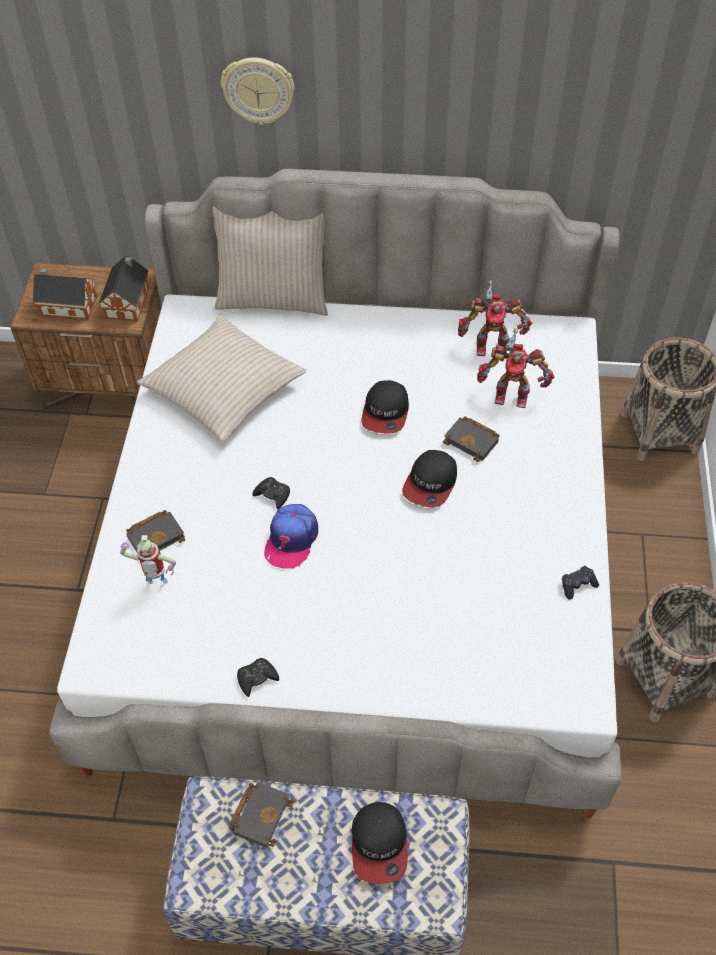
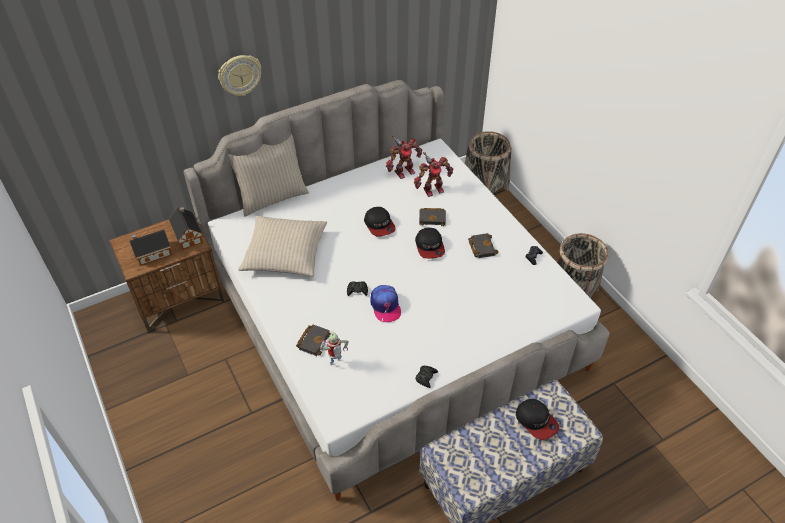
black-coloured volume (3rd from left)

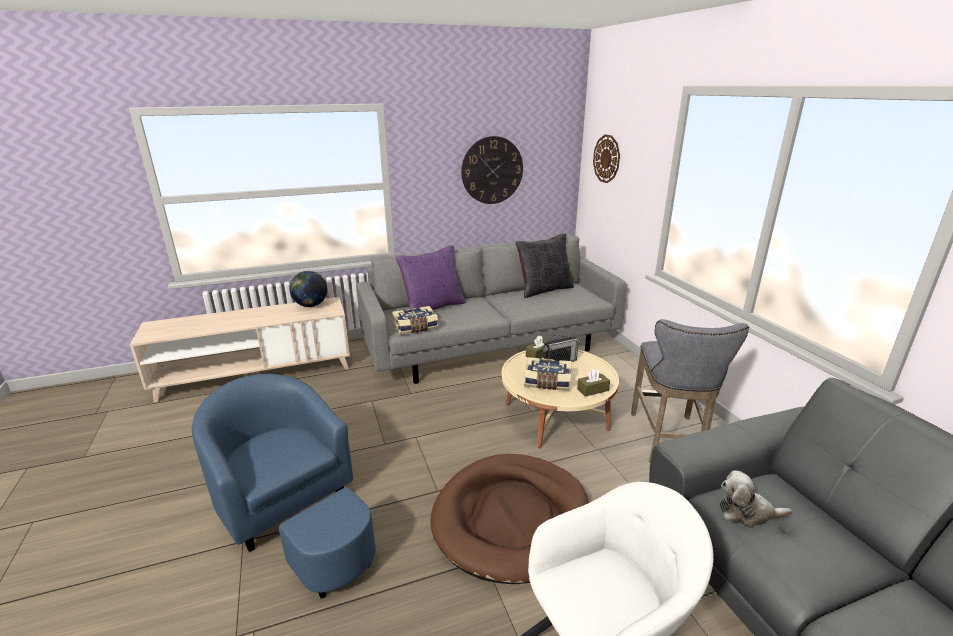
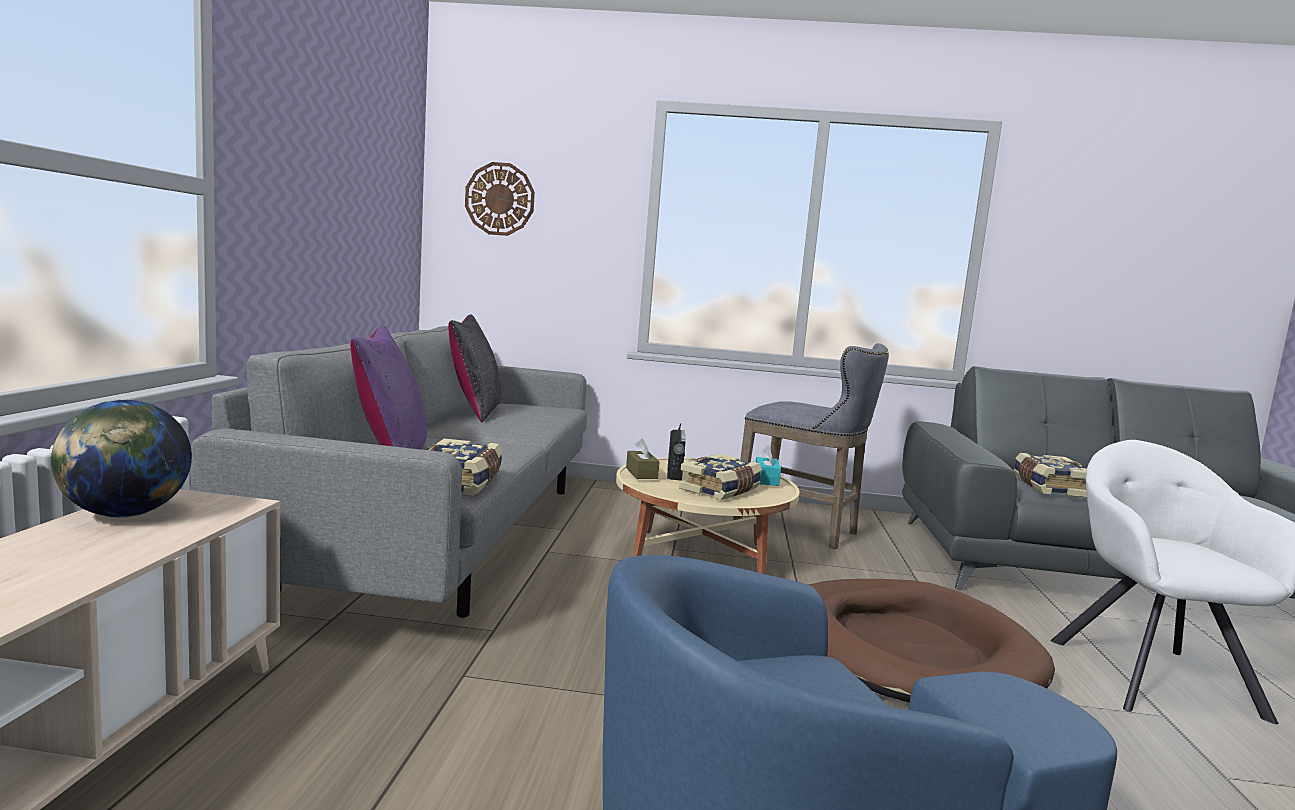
wall clock (1st from left in the first image)
blue-green box of tissues
volume (3rd from left)

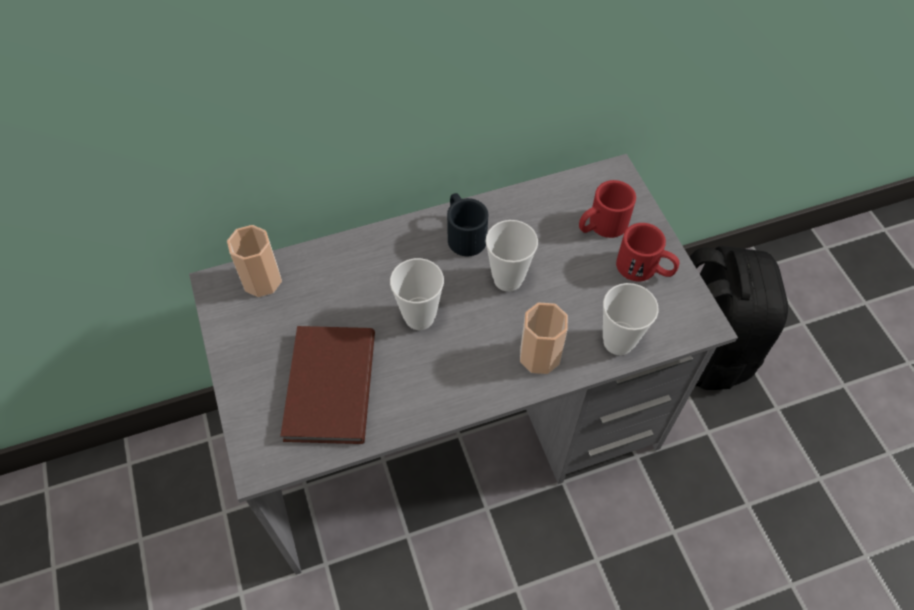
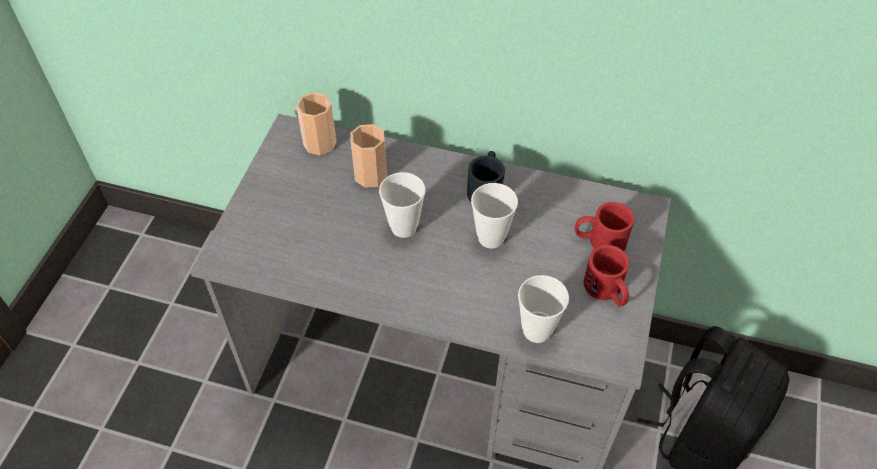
small cup (2nd from left)
brown volume

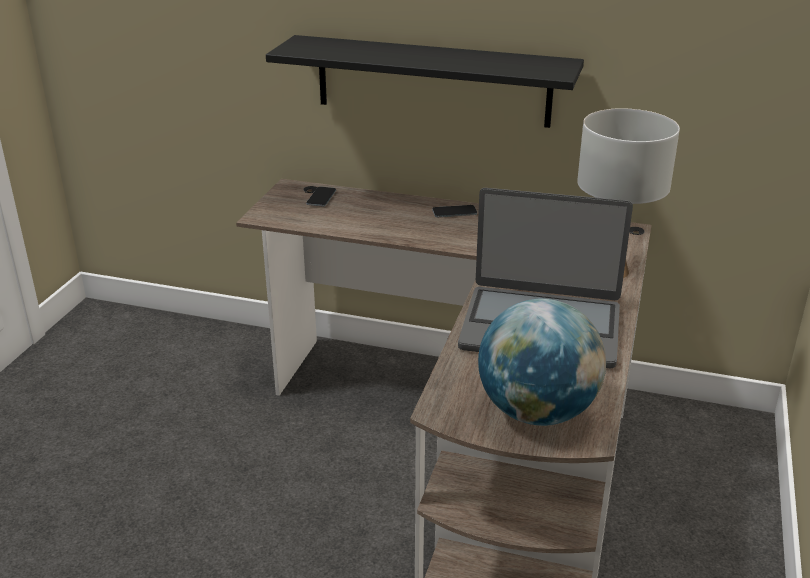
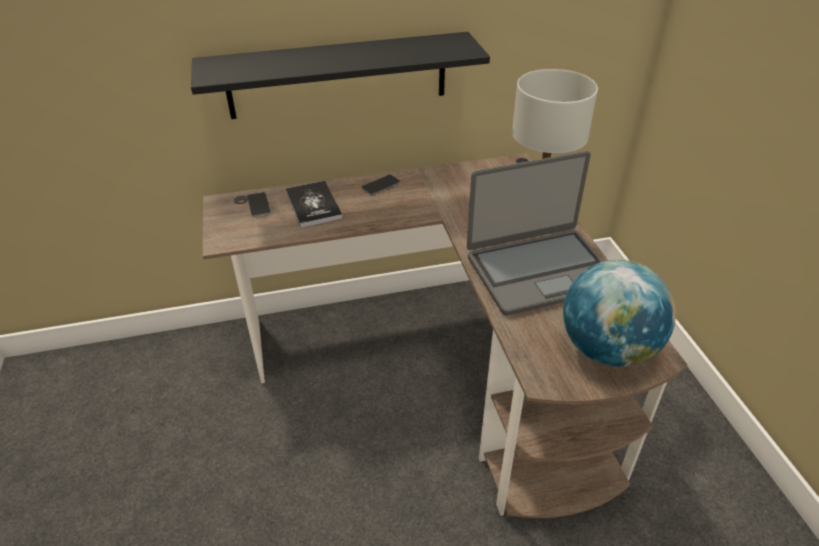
volume

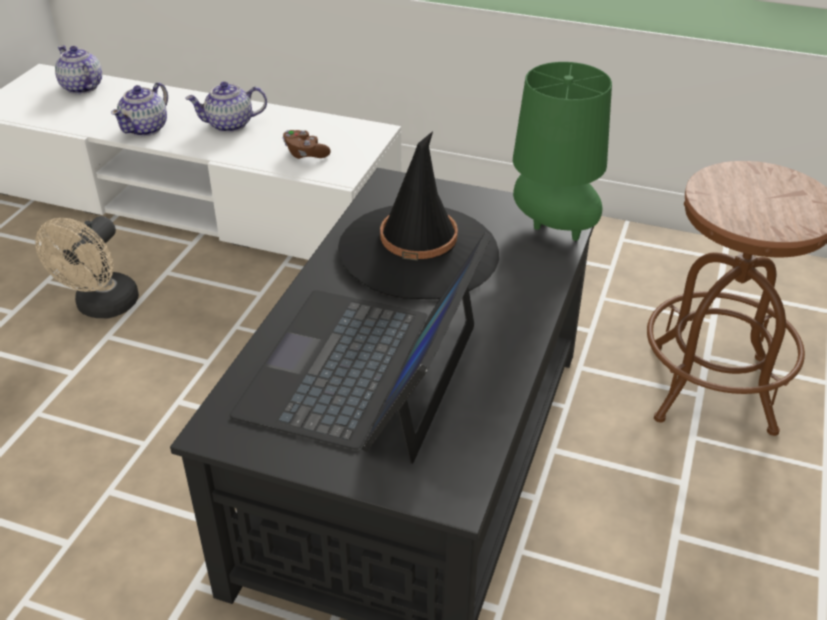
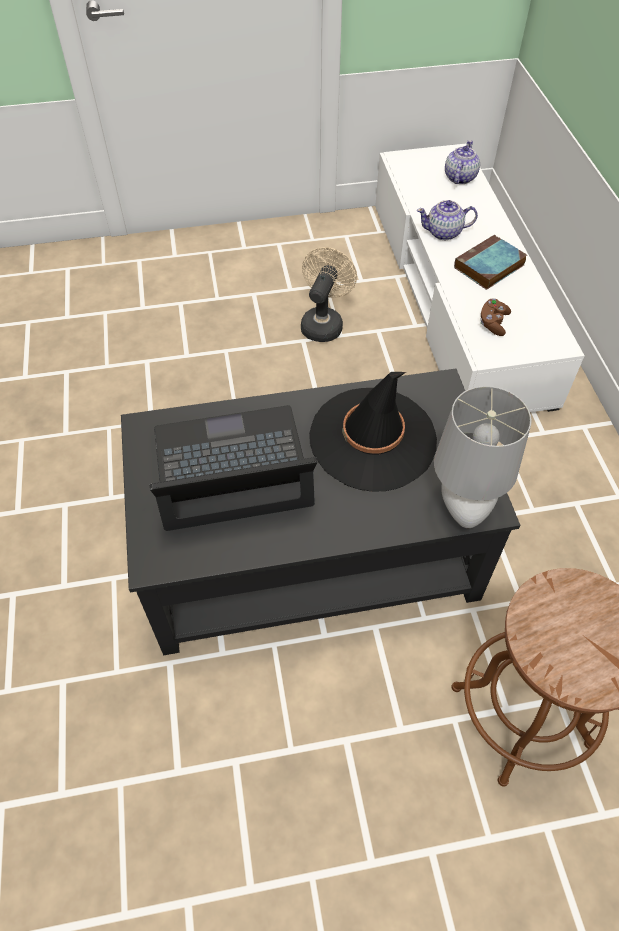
grey lamp for a table
volume
beige-coloured cooling fan

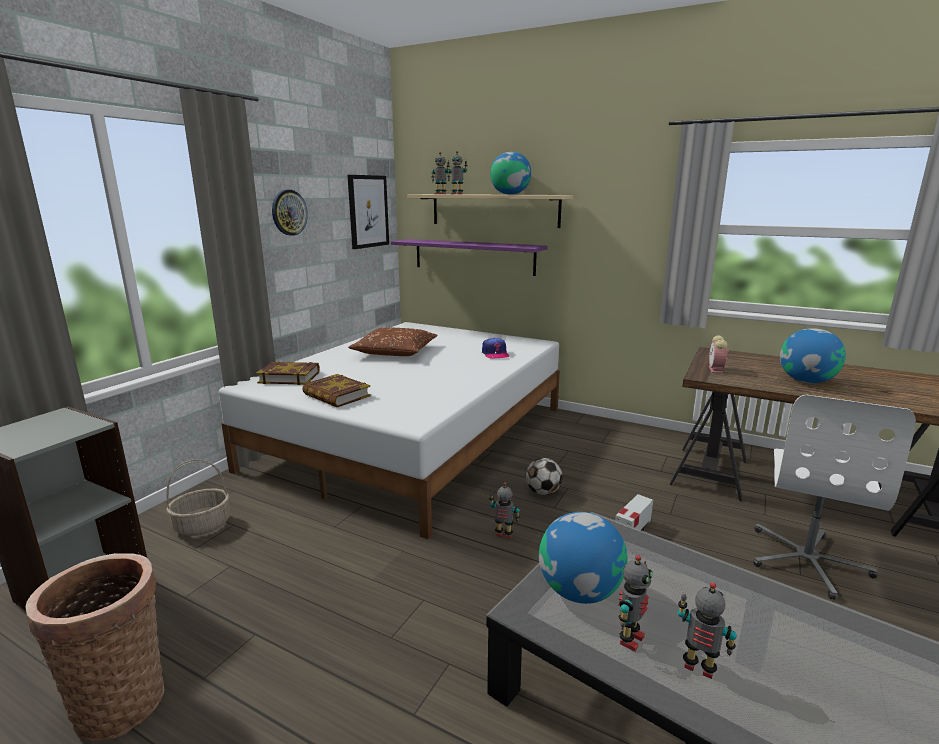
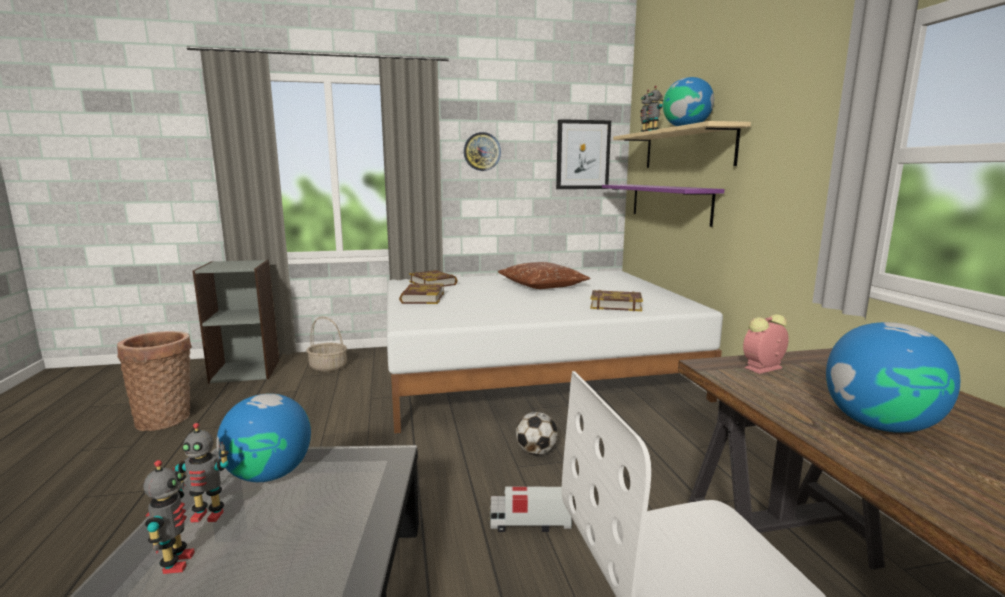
volume (3rd from left)
model robot (3rd from left in the first image)

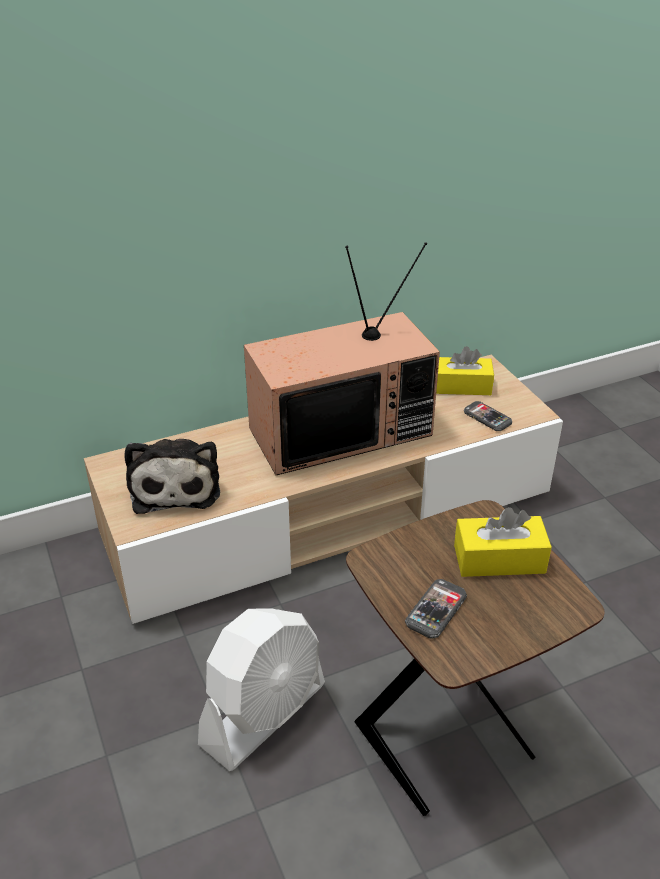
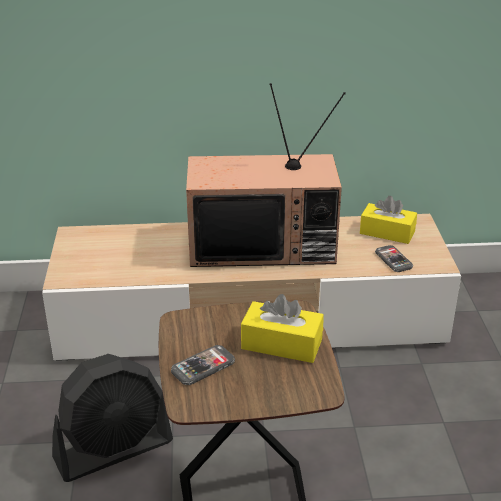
cuddly toy
black-coloured cooling fan

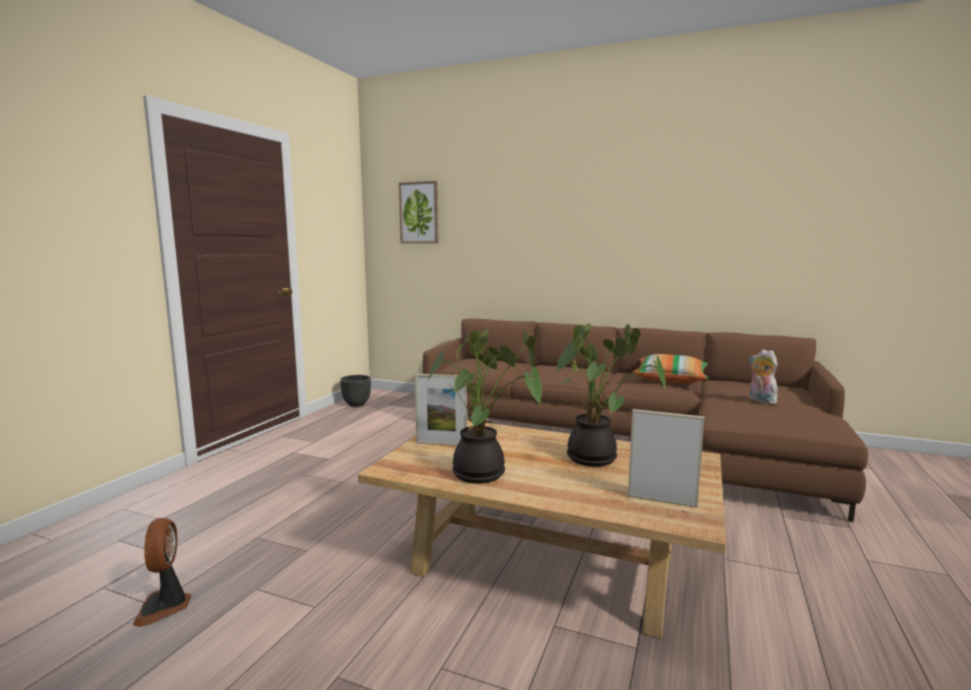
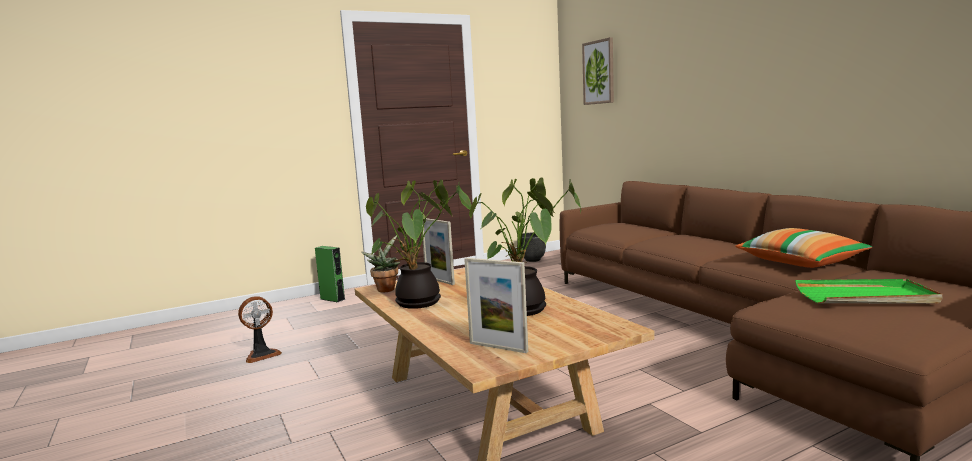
green carrying tray
standing frame (2nd from left)
cooling fan
houseplant (1st from left)
green speaker

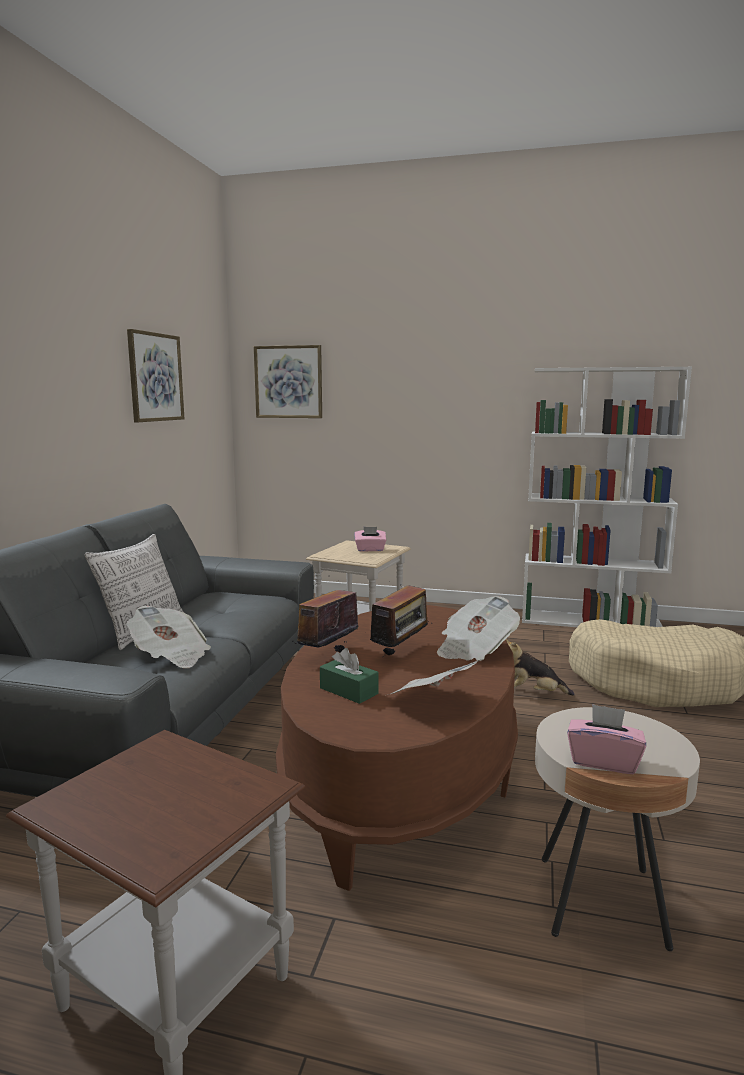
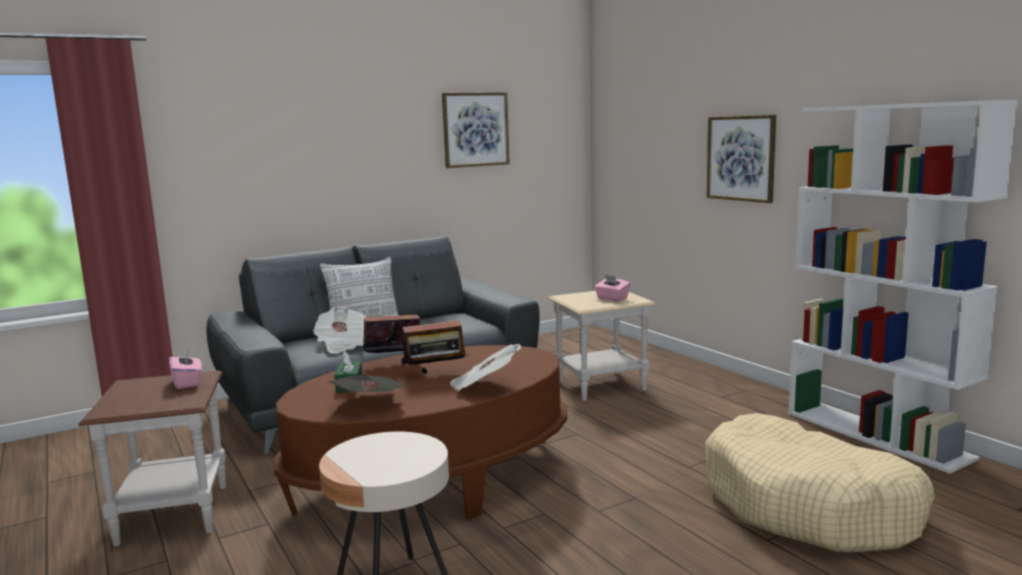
picture (2nd from left)
cuddly toy
pinkish box of tissues (1st from left)

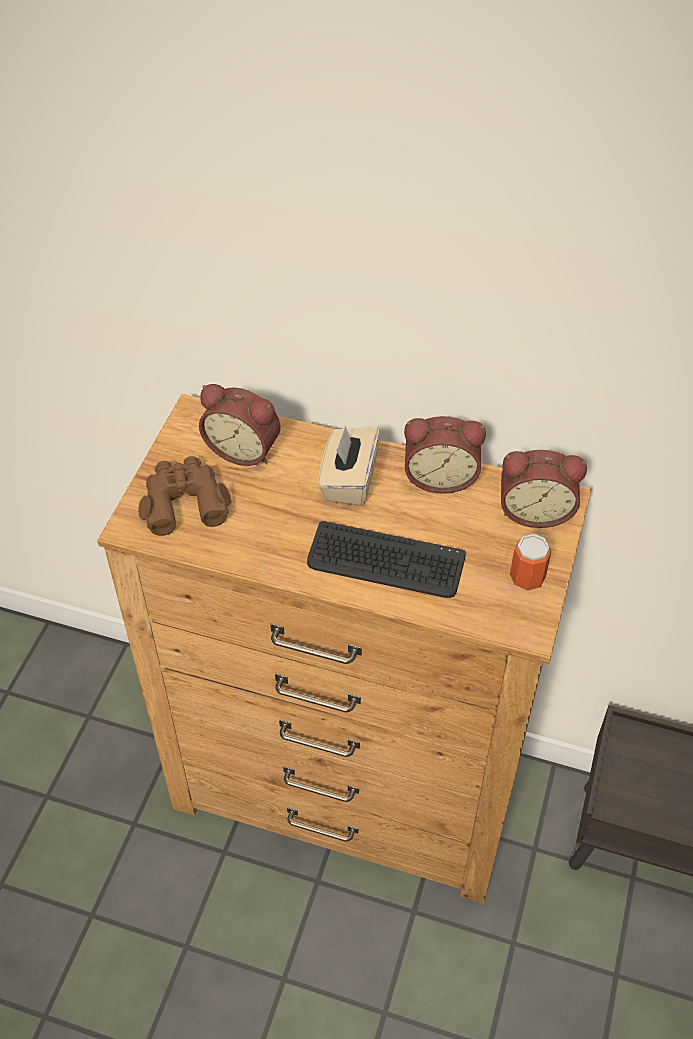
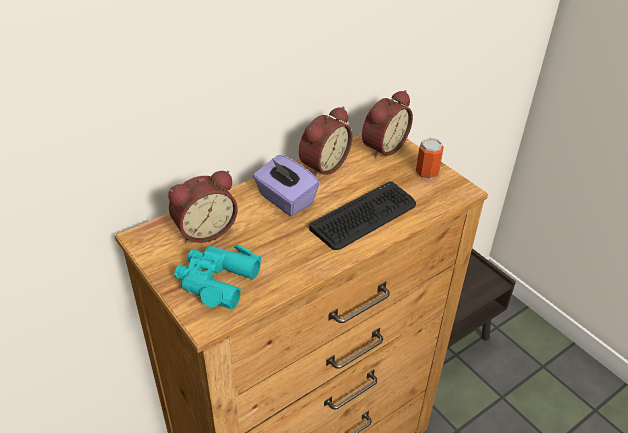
purplish box of tissues
blue-green binoculars

